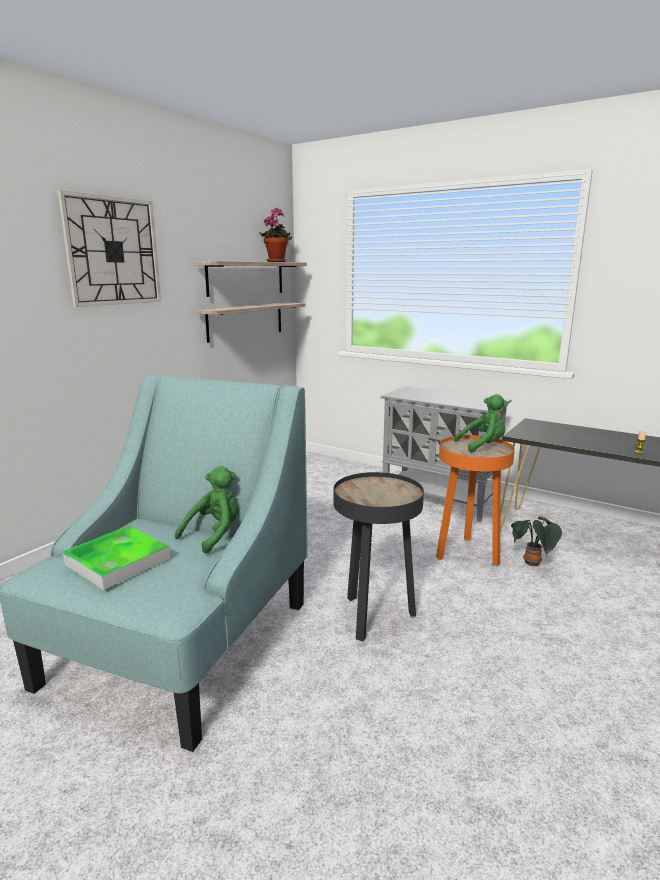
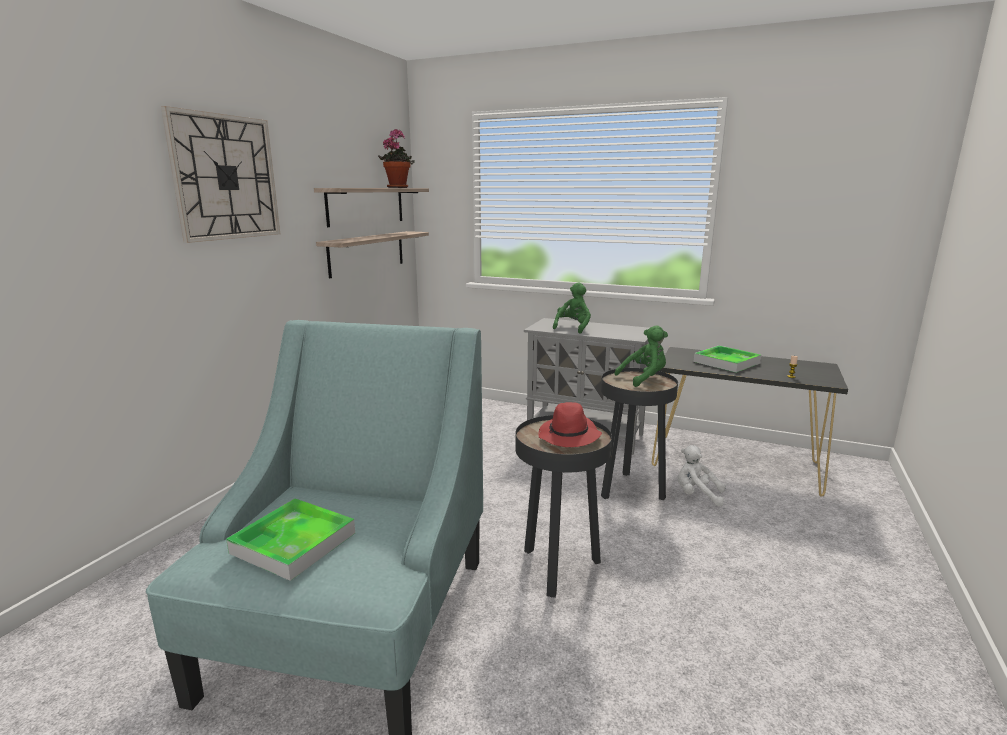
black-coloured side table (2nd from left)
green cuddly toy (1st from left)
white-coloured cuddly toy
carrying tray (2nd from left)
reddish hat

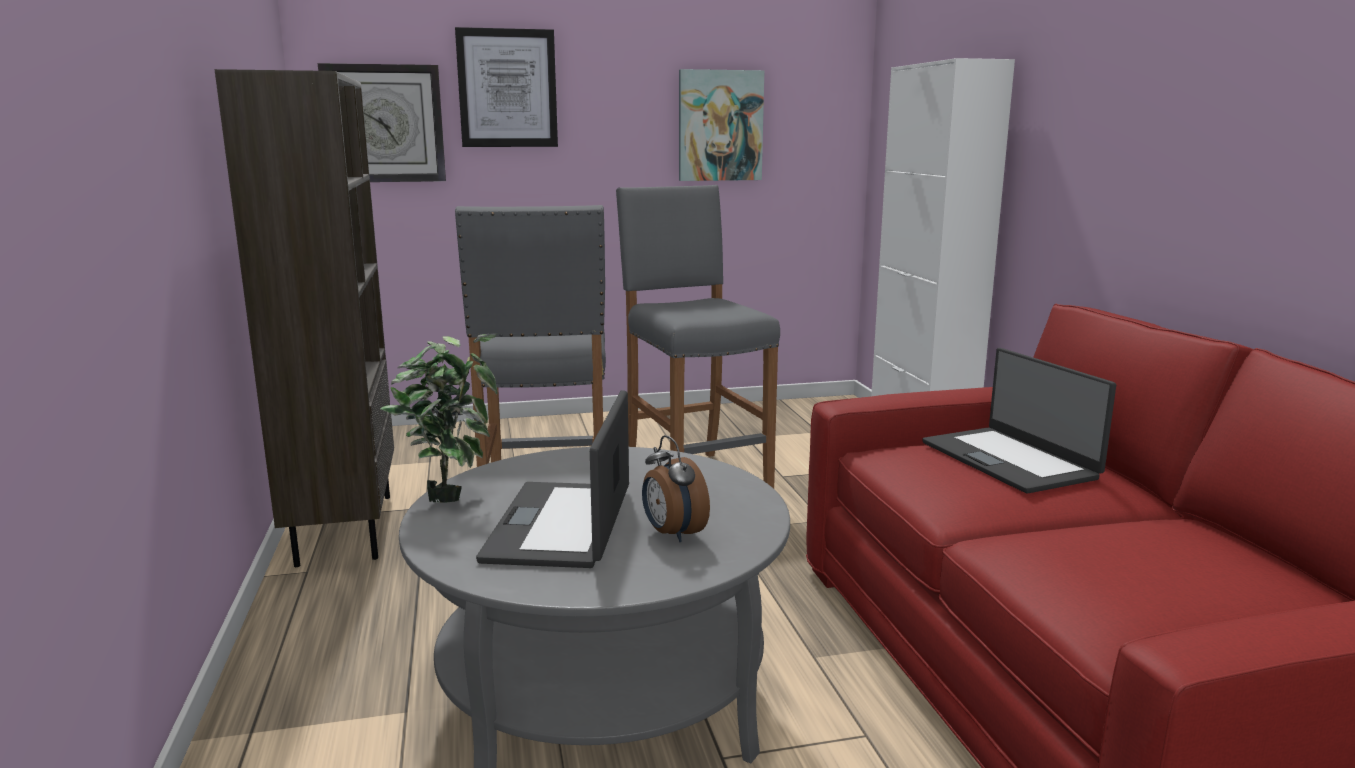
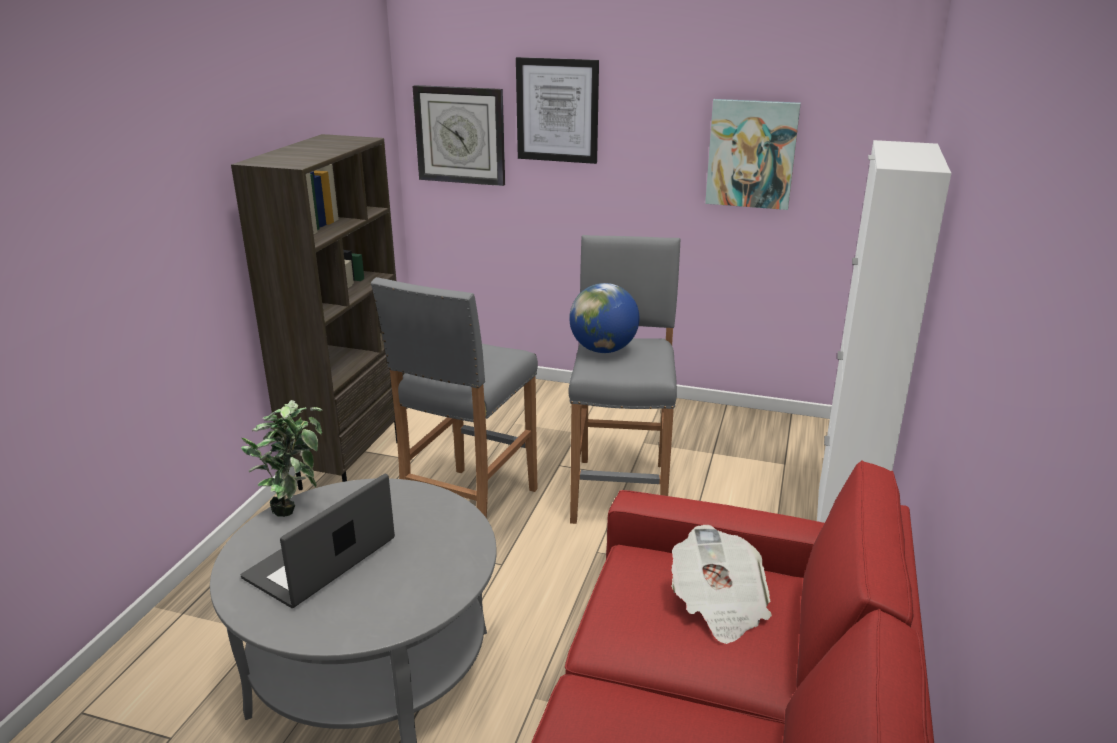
daily paper
alarm clock
world globe

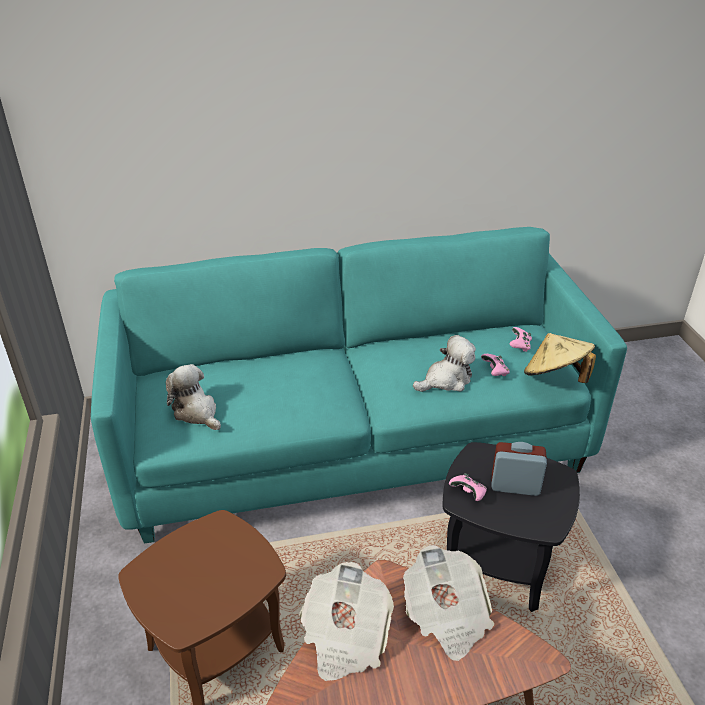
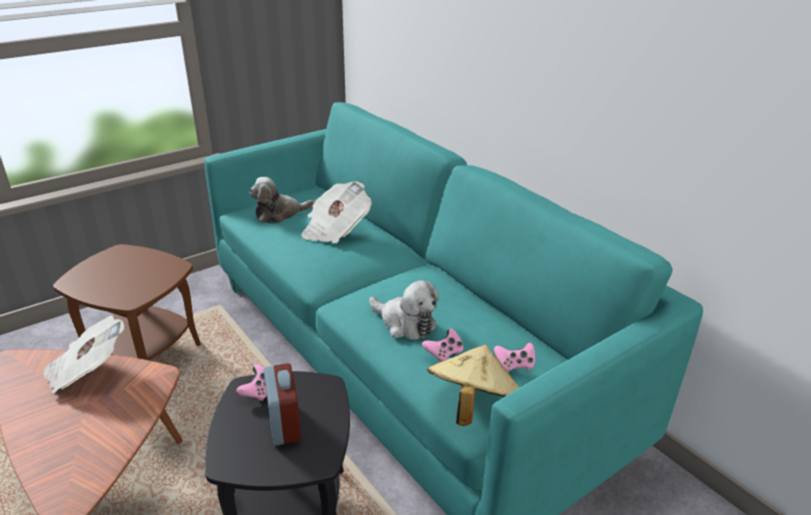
cuddly toy (1st from left)
daily paper (2nd from left)

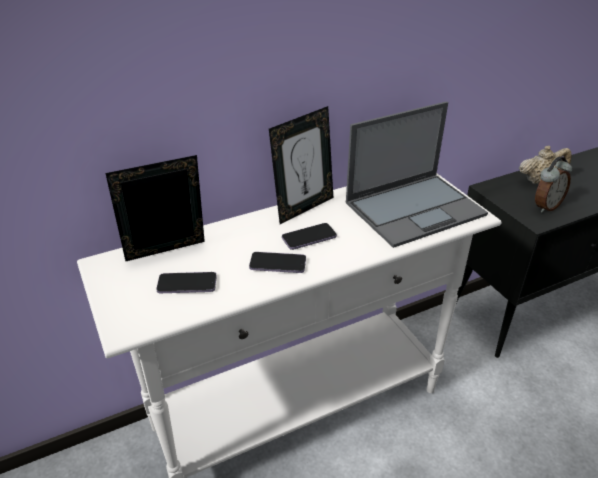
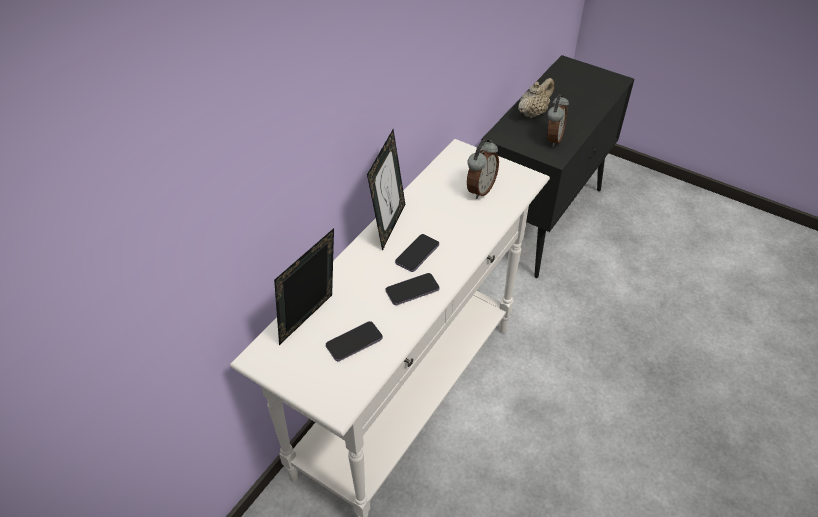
alarm clock (1st from left)

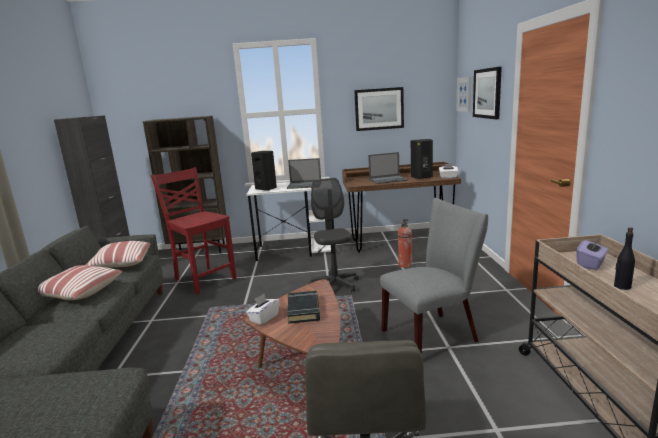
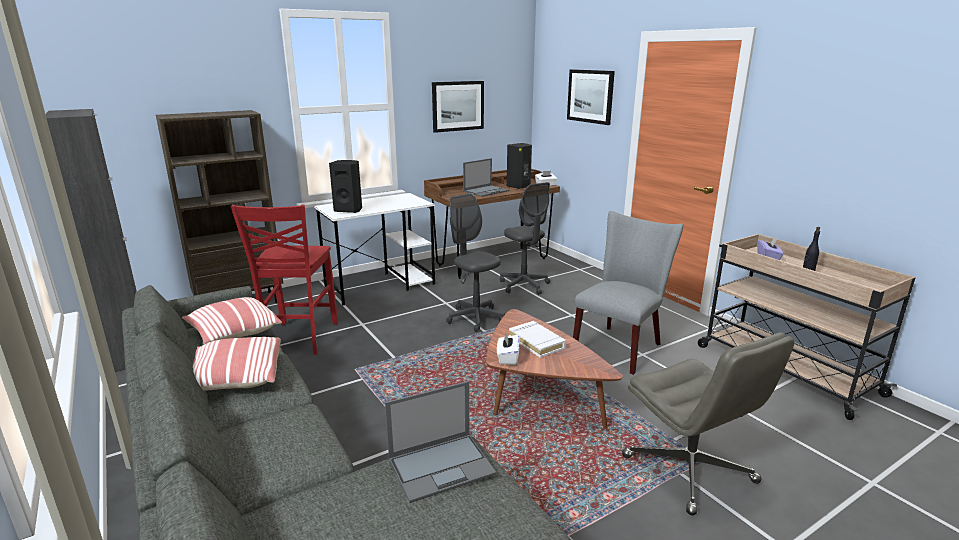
picture (2nd from left in the first image)
portable computer (1st from left)
reddish chair
grey computer chair (2nd from left)
white-coloured volume

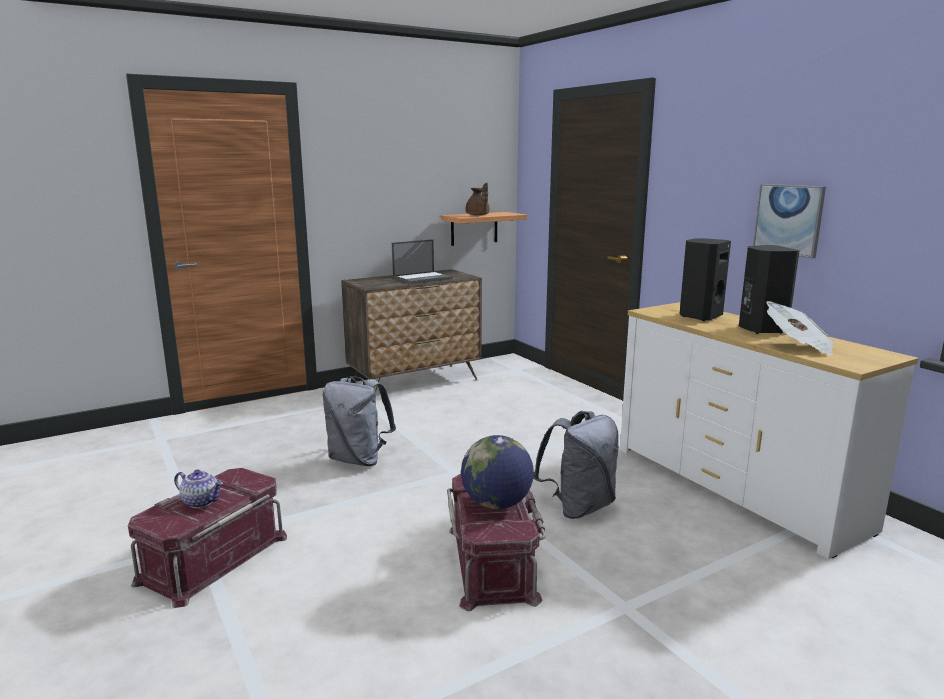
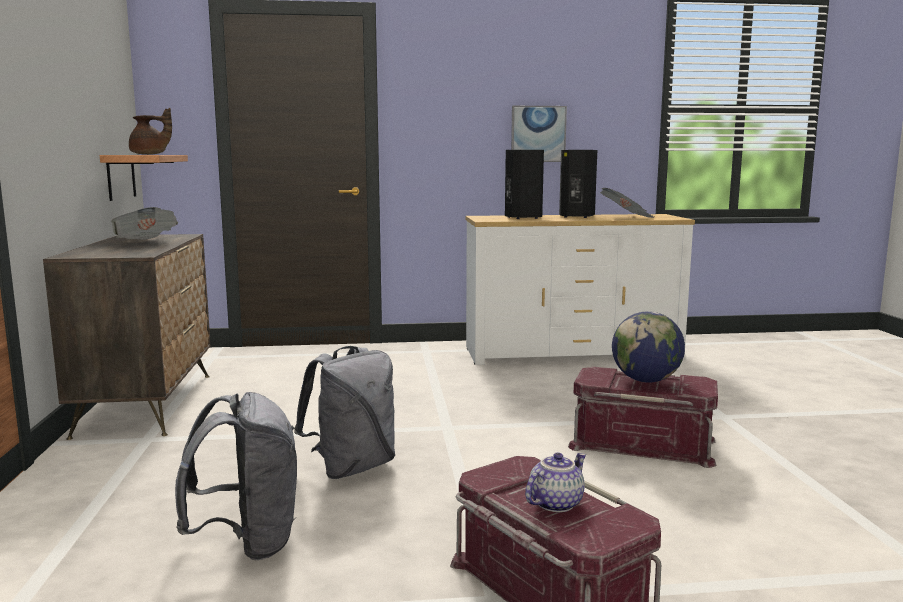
daily paper (1st from left)
grey backpack (1st from left)

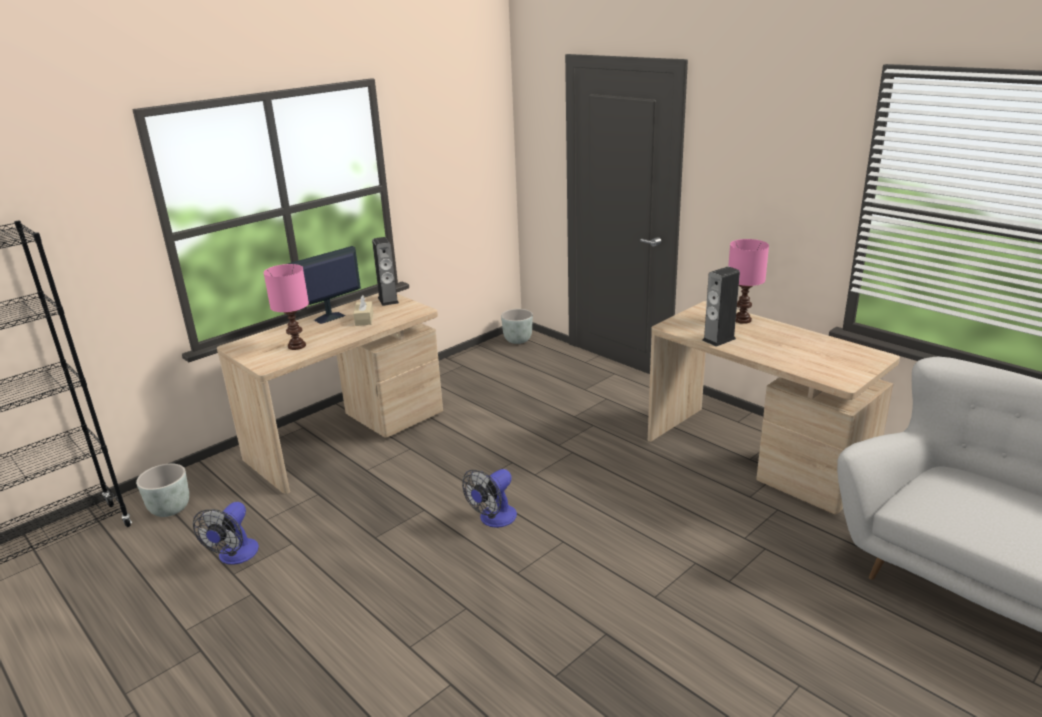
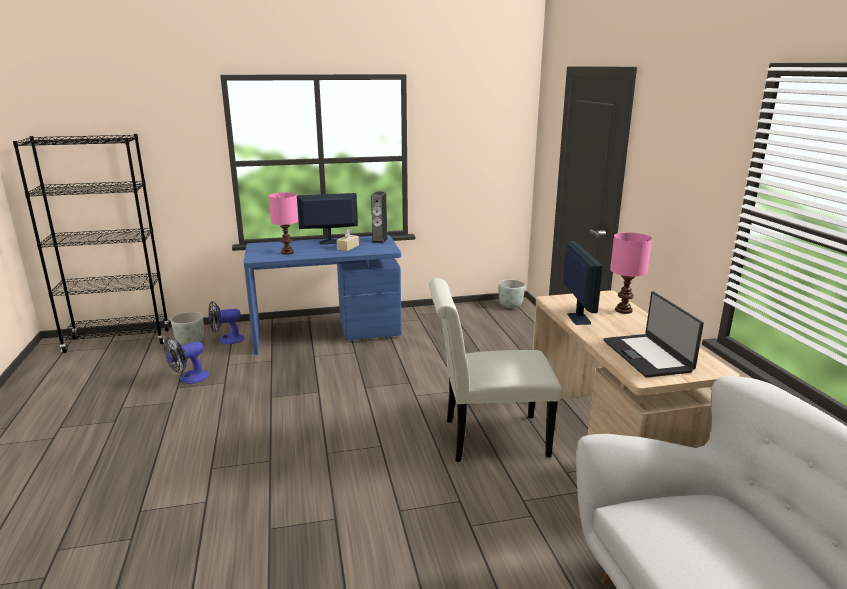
monitor (2nd from left)
blue-coloured desk table
cooling fan (2nd from left)
white-coloured chair
portable computer

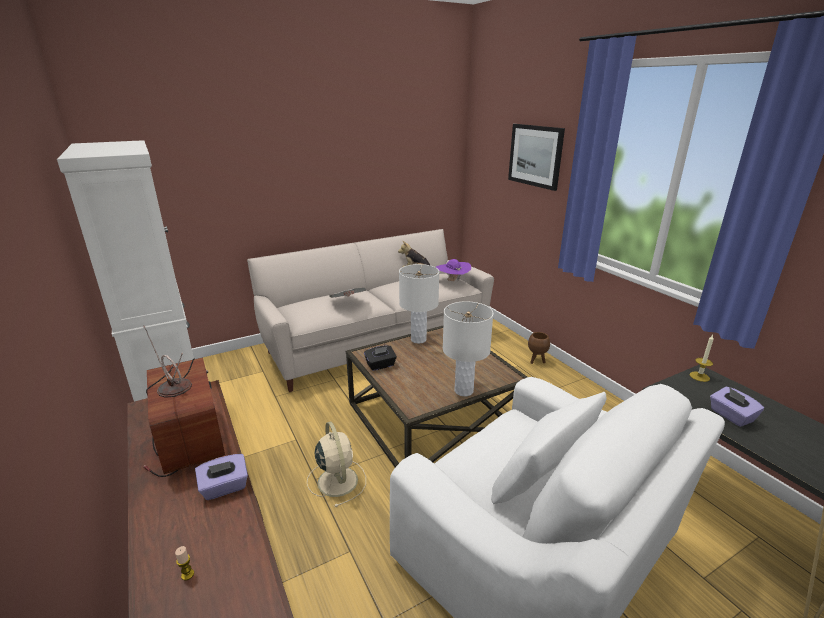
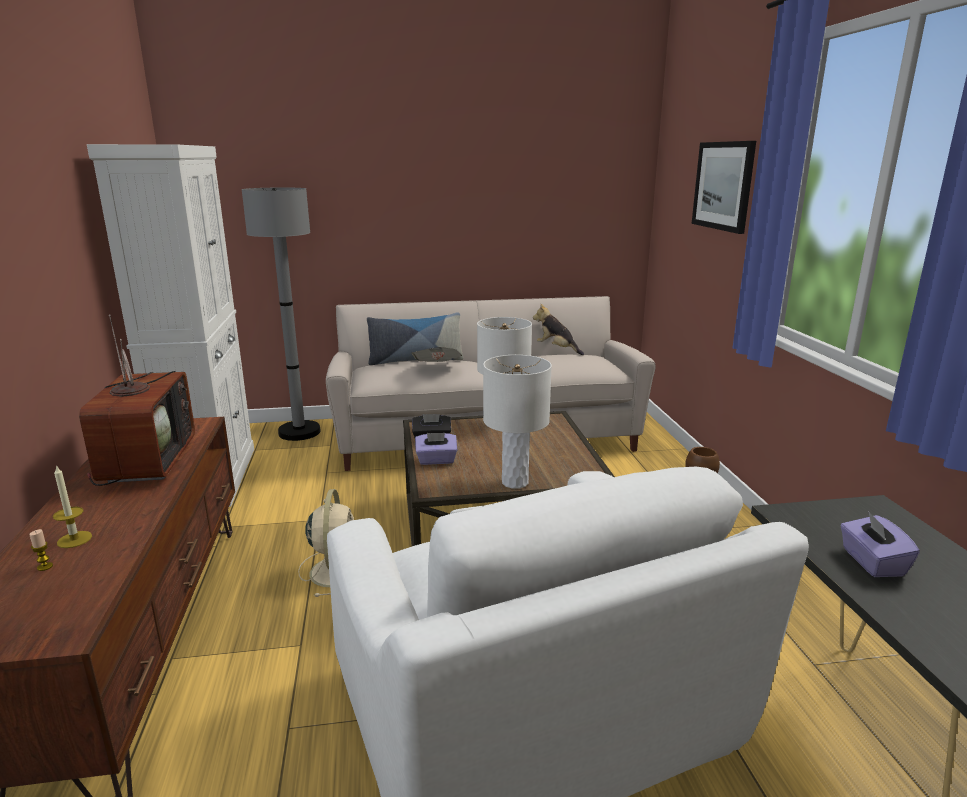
purplish hat
candle (2nd from left)
purplish box of tissues (1st from left)
grey standard lamp
pillow

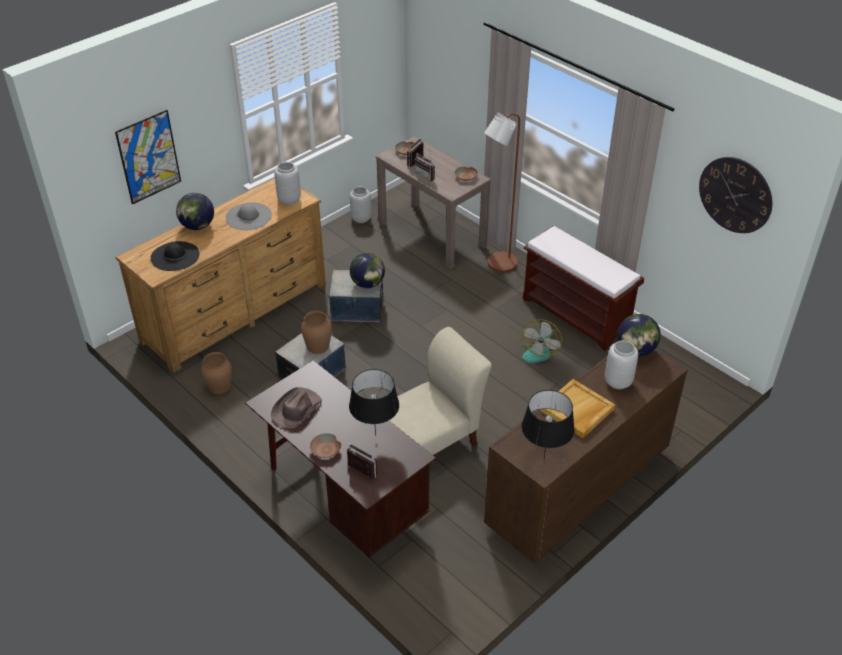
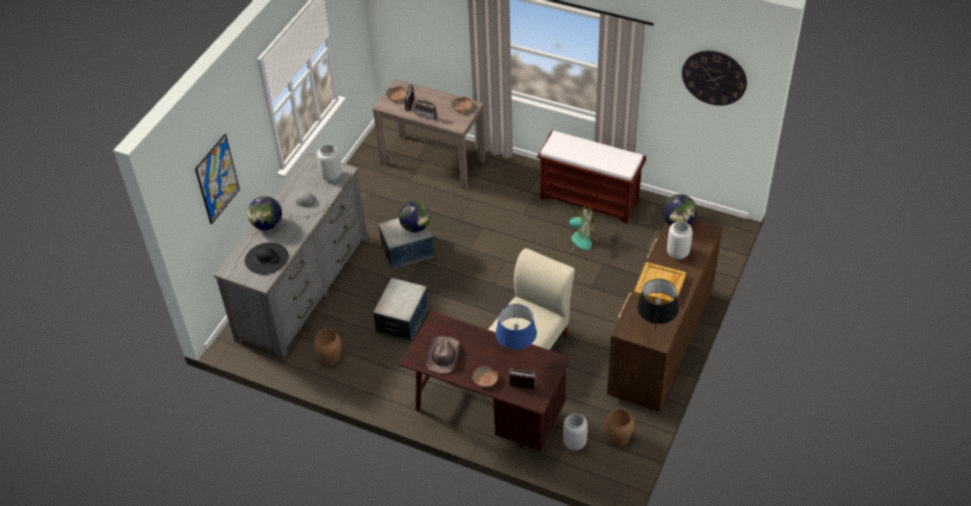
brown standard lamp
grey dresser
grey decorative vase (2nd from left)
brown decorative vase (2nd from left)
cooling fan
blue-coloured lamp for a table

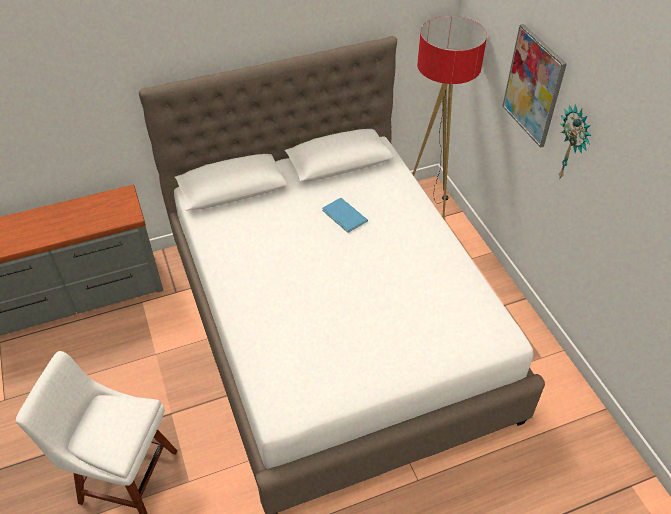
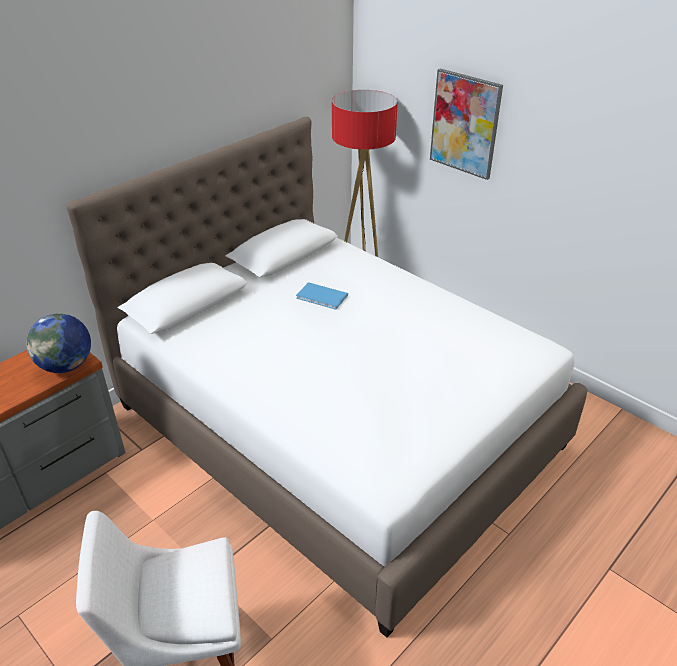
wall clock
world globe

